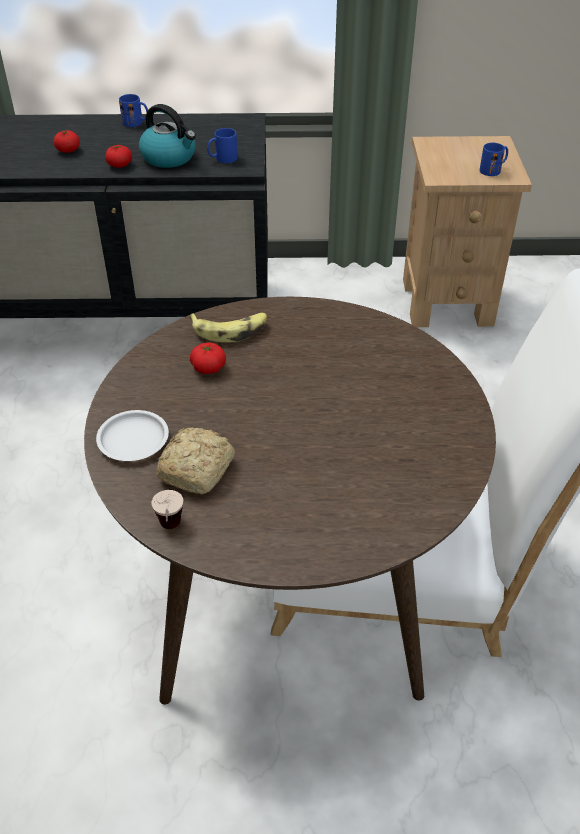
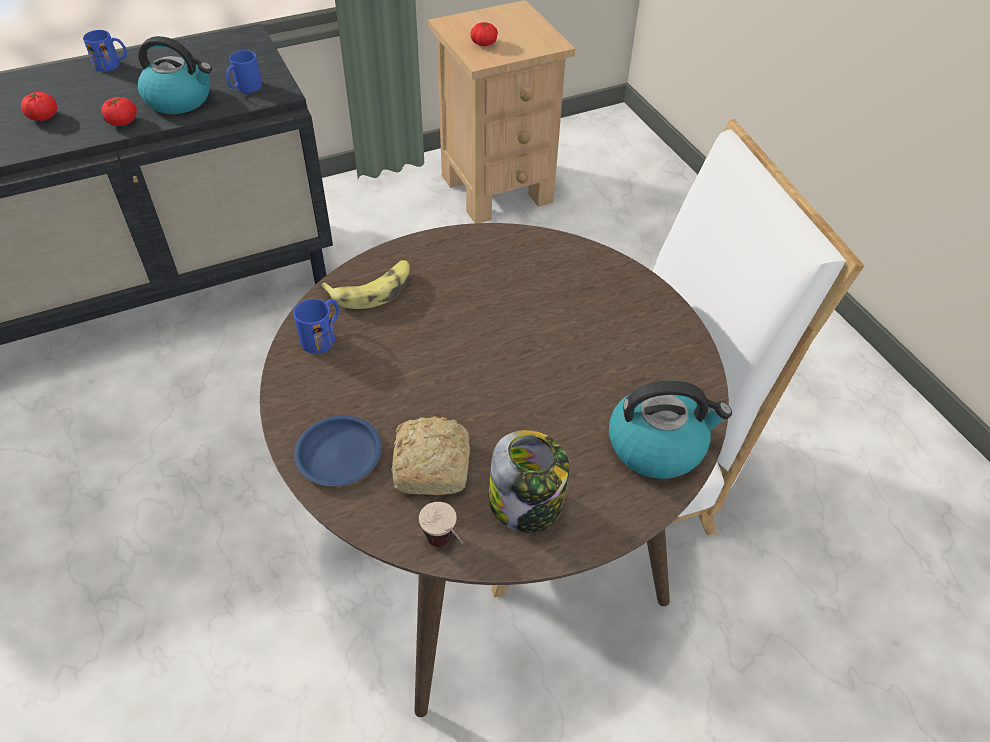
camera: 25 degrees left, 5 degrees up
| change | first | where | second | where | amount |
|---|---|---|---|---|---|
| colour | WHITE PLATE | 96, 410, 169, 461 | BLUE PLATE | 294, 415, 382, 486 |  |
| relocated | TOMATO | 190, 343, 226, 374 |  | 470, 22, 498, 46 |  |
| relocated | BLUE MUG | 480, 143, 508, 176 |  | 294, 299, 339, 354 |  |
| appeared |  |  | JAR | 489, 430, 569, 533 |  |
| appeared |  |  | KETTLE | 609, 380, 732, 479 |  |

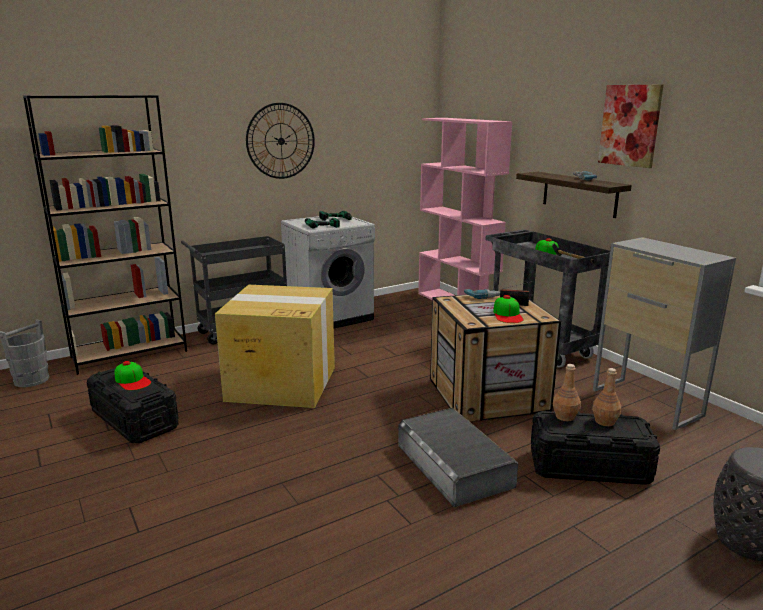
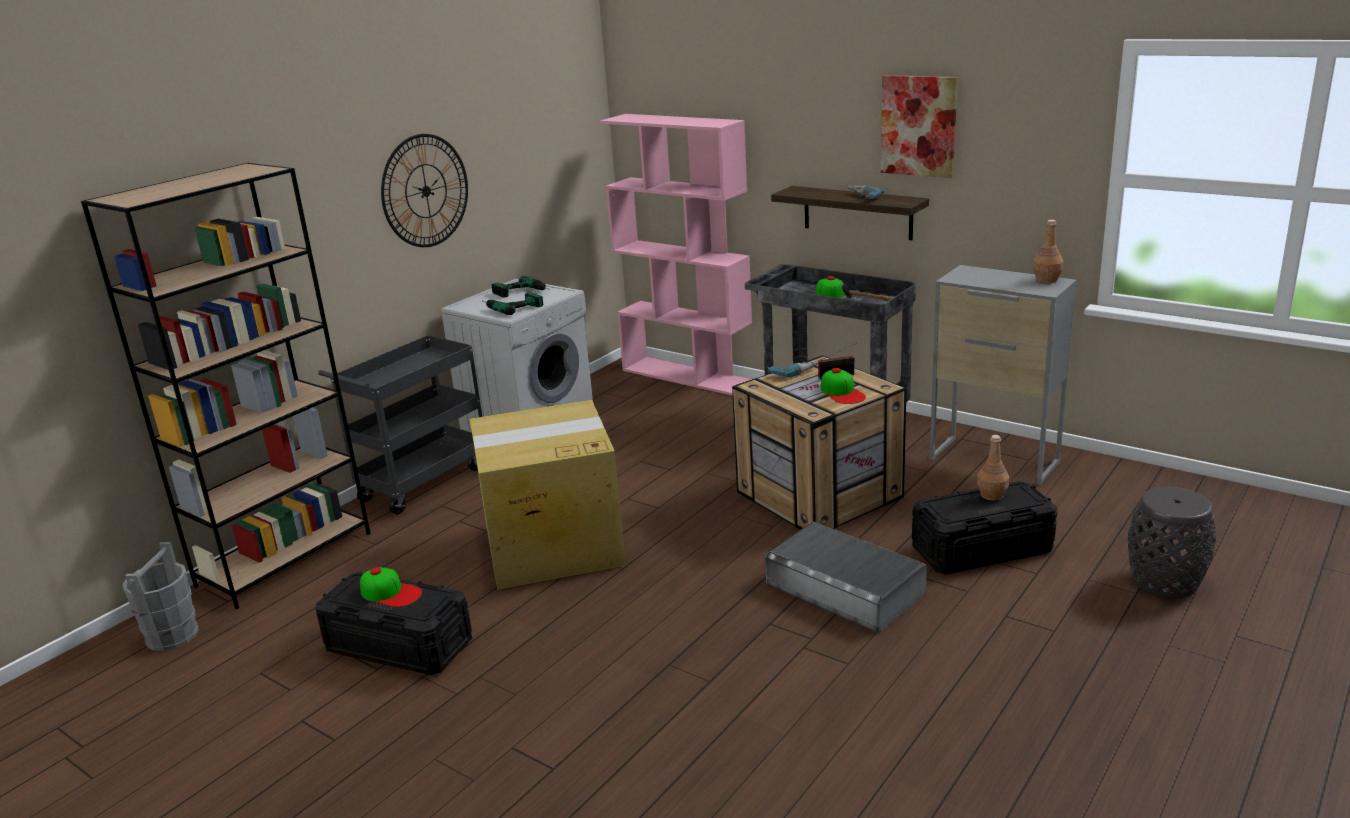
camera: 20 degrees left, 5 degrees up
| change | first | where | second | where | amount |
|---|---|---|---|---|---|
| relocated | BROWN BOTTLE | 553, 364, 581, 421 |  | 1033, 220, 1063, 283 |  |

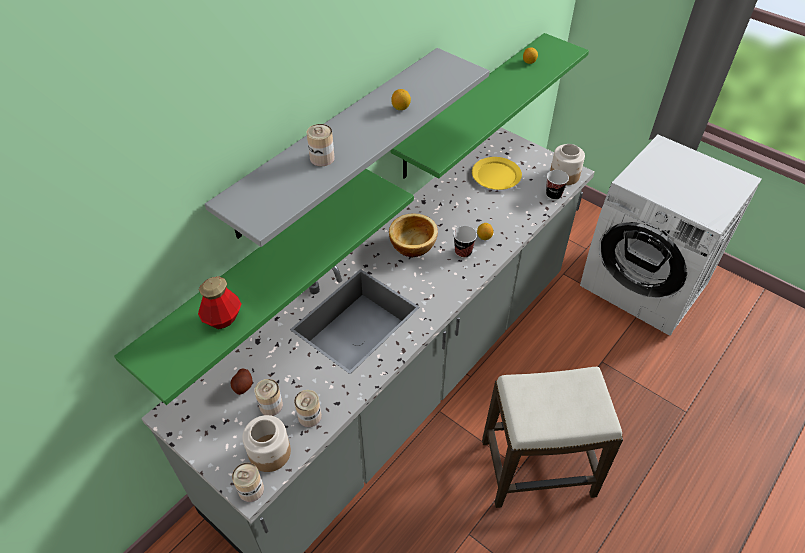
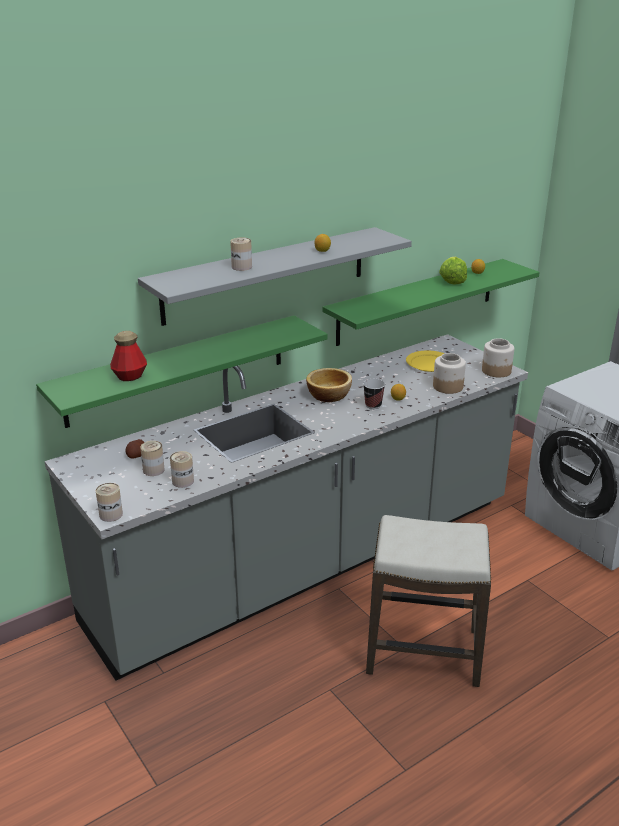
camera: 15 degrees right, 20 degrees down
| change | first | where | second | where | amount |
|---|---|---|---|---|---|
| relocated | JAR | 242, 415, 291, 472 |  | 433, 353, 466, 394 |  |
| missing | CUP | 546, 170, 569, 200 |  |  |  |
| appeared |  |  | LETTUCE | 439, 257, 467, 285 |  |

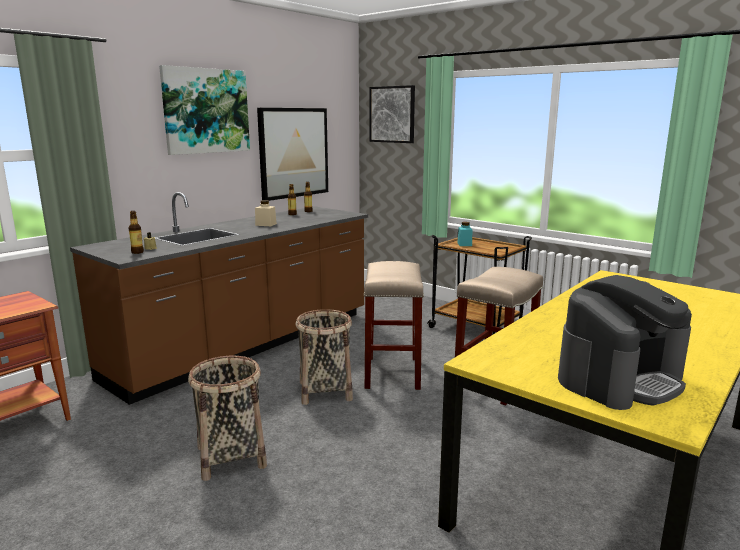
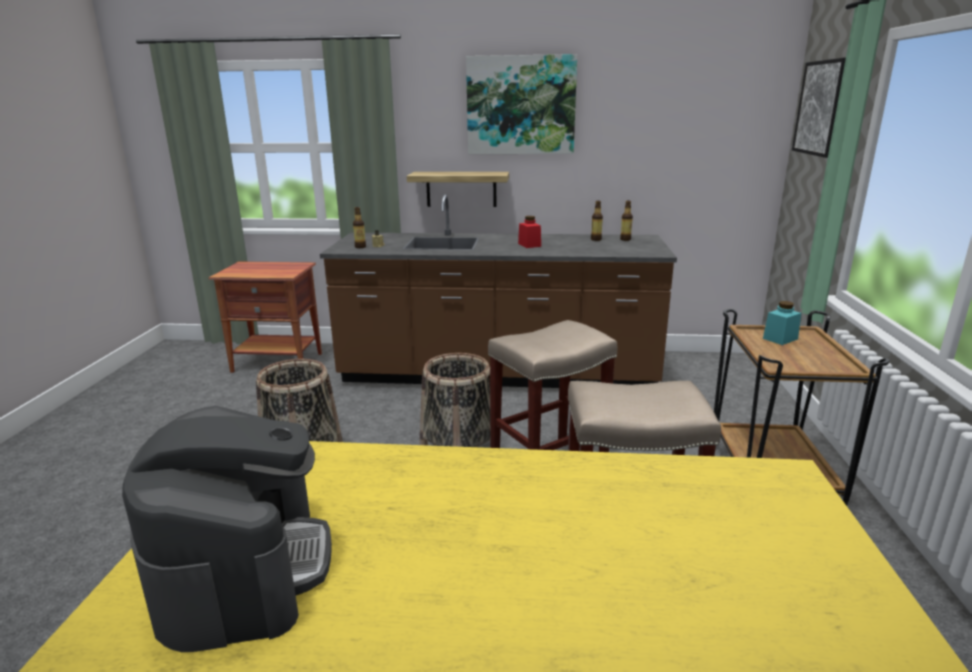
camera: 55 degrees right, 5 degrees up
| change | first | where | second | where | amount |
|---|---|---|---|---|---|
| colour | BEIGE JAR | 255, 200, 277, 226 | RED JAR | 518, 216, 541, 248 |  |
| missing | PICTURE | 257, 108, 328, 201 |  |  |  |
| spun | COFFEE MACHINE | 558, 275, 692, 410 |  | 122, 406, 332, 652 | 120 degrees counterclockwise |
| appeared |  |  | SHELF | 407, 172, 509, 207 |  |

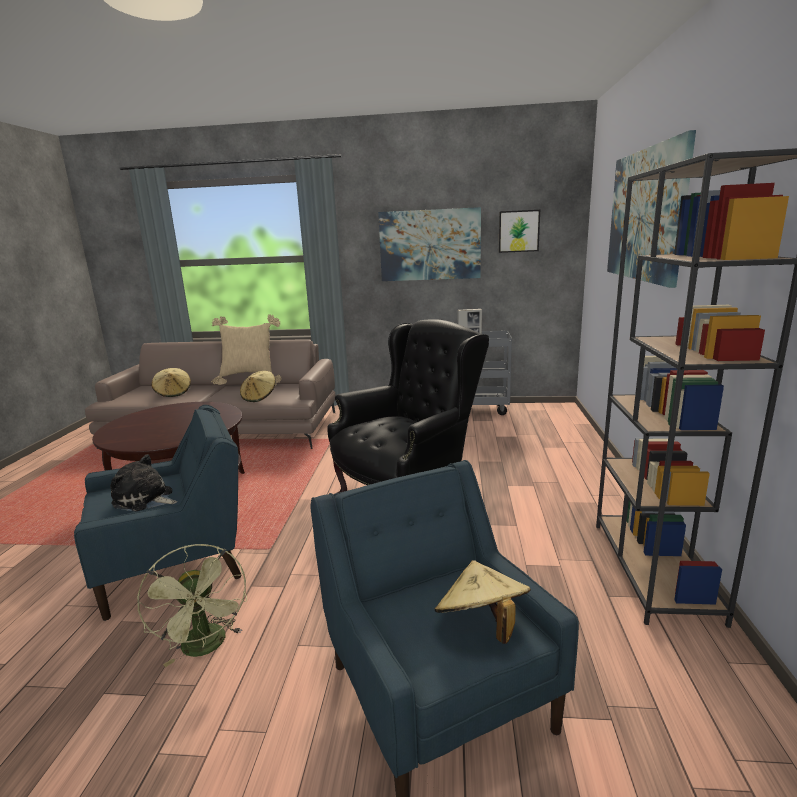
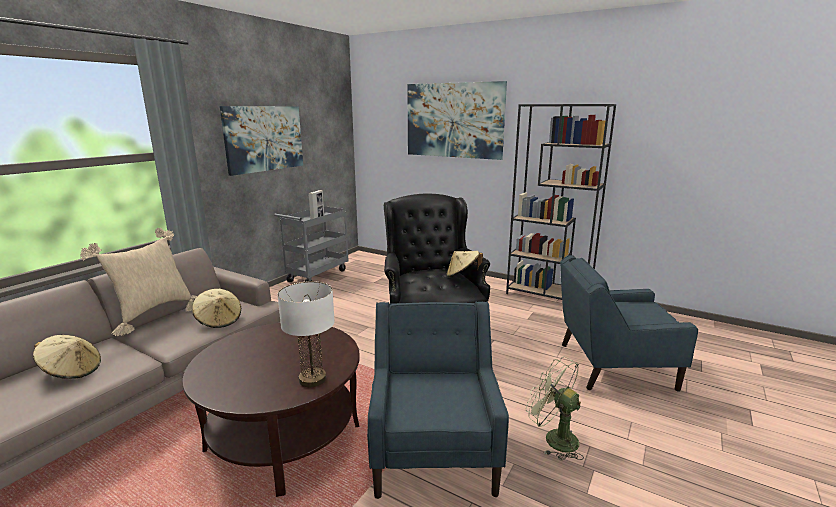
camera: 65 degrees left, 0 degrees up
| change | first | where | second | where | amount |
|---|---|---|---|---|---|
| missing | PLUSH TOY | 110, 454, 177, 511 |  |  |  |
| spun | GREEN FAN | 137, 544, 247, 667 |  | 526, 356, 584, 460 | 135 degrees counterclockwise |
| relocated | BEIGE HAT | 435, 560, 531, 644 |  | 447, 251, 483, 277 |  |
| missing | PICTURE | 499, 210, 540, 253 |  |  |  |
| appeared |  |  | TABLE LAMP | 278, 281, 335, 387 |  |

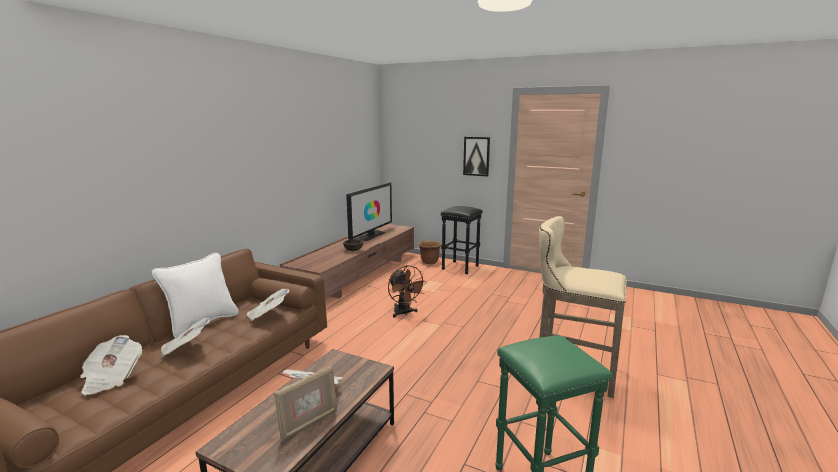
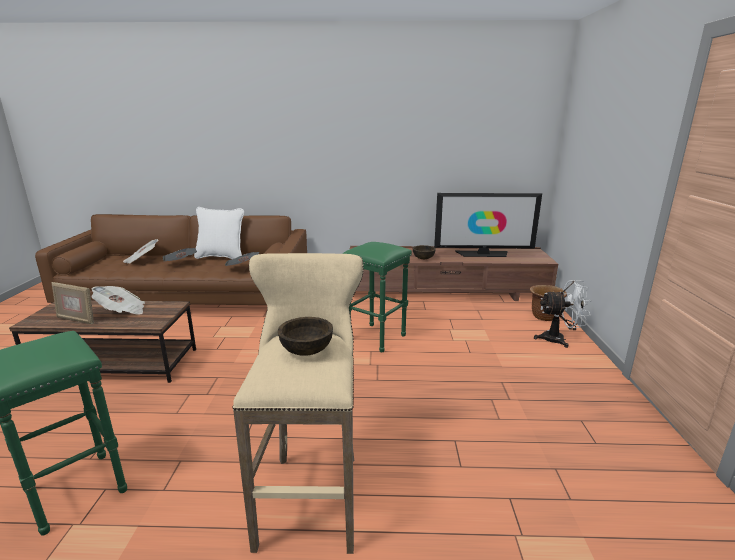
camera: 65 degrees right, 5 degrees up
| change | first | where | second | where | amount |
|---|---|---|---|---|---|
| exchanged | BROWN FAN | 388, 265, 427, 318 | GREEN STOOL | 342, 242, 412, 352 |  |
| exchanged | BLACK STOOL | 441, 206, 483, 274 | WHITE FAN | 534, 280, 591, 348 |  |
| missing | PICTURE | 463, 137, 490, 177 |  |  |  |
| appeared |  |  | BROWN BOWL | 278, 317, 333, 356 |  |

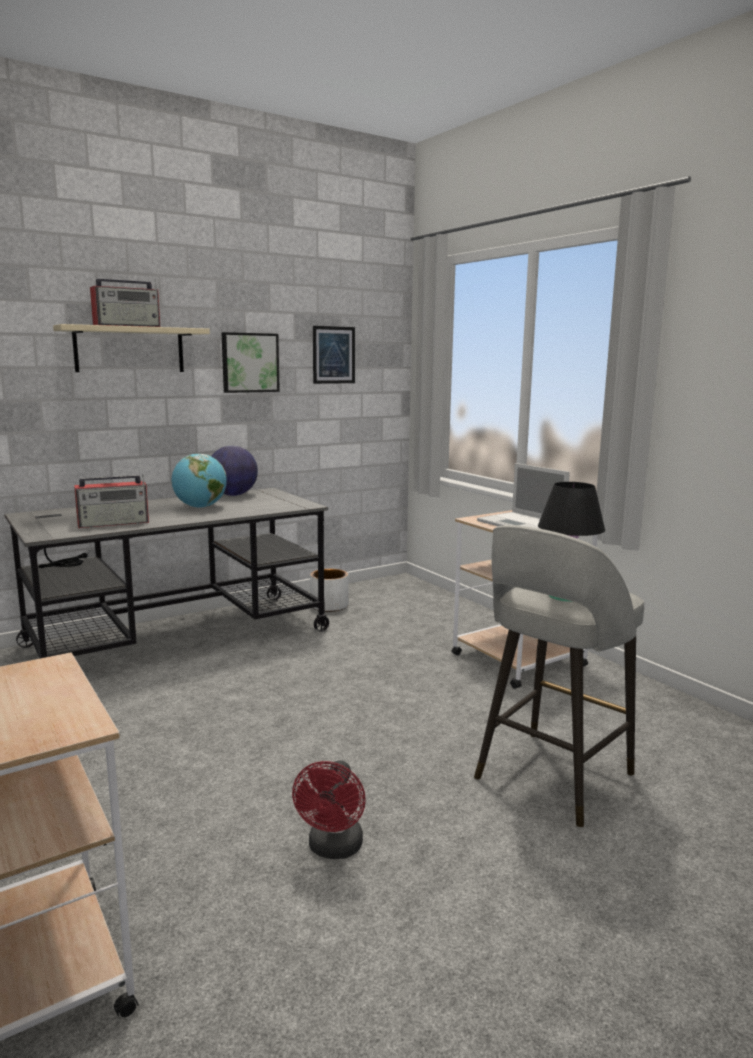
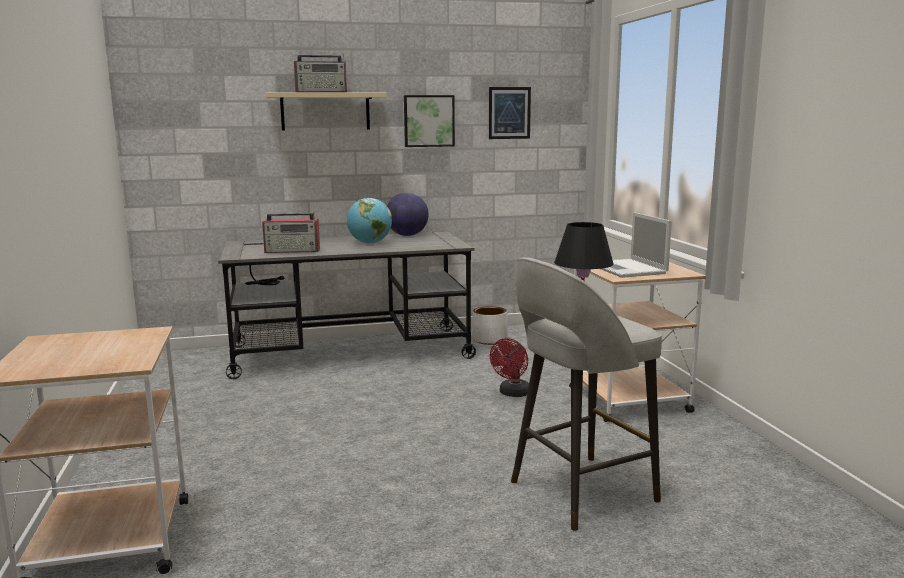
camera: 20 degrees right, 0 degrees up
| change | first | where | second | where | amount |
|---|---|---|---|---|---|
| relocated | RED FAN | 292, 760, 366, 859 |  | 490, 338, 529, 397 |  |

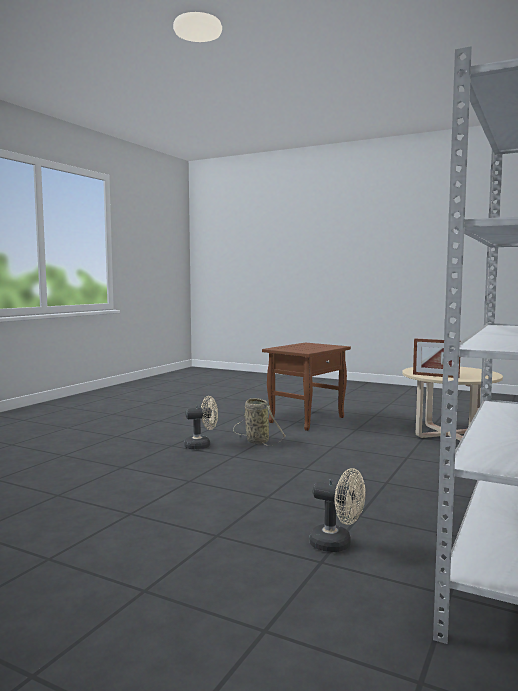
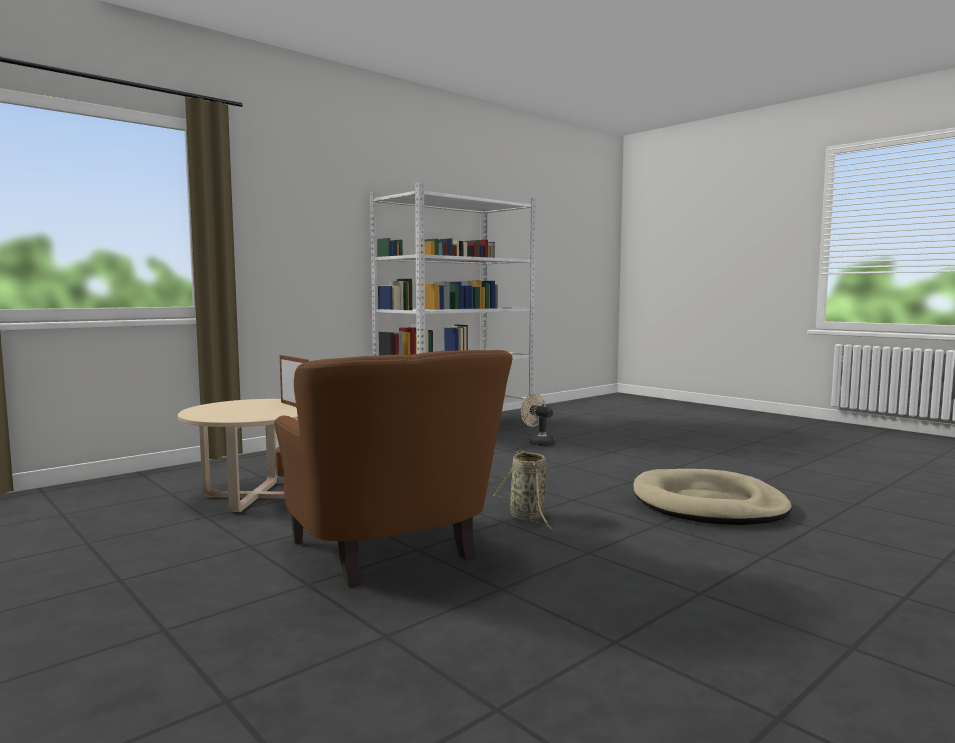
camera: 160 degrees left, 0 degrees up
| change | first | where | second | where | amount |
|---|---|---|---|---|---|
| missing | BEIGE FAN | 184, 396, 218, 449 |  |  |  |
| exchanged | BROWN SIDE TABLE | 262, 342, 351, 431 | BROWN ARMCHAIR | 274, 350, 513, 587 |  |
| appeared |  |  | BEIGE DOG BED | 633, 469, 792, 525 |  |

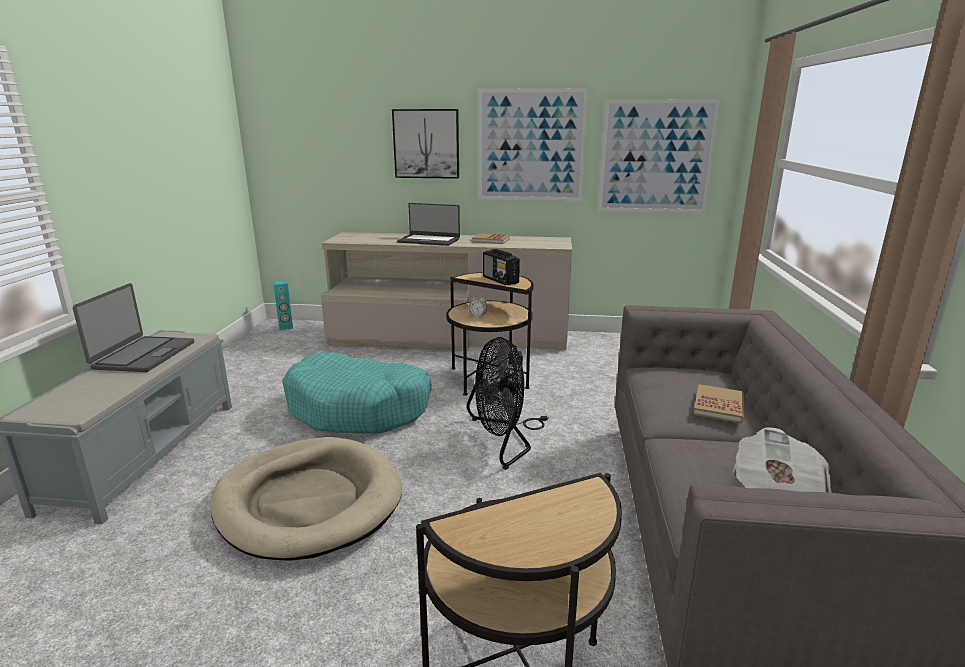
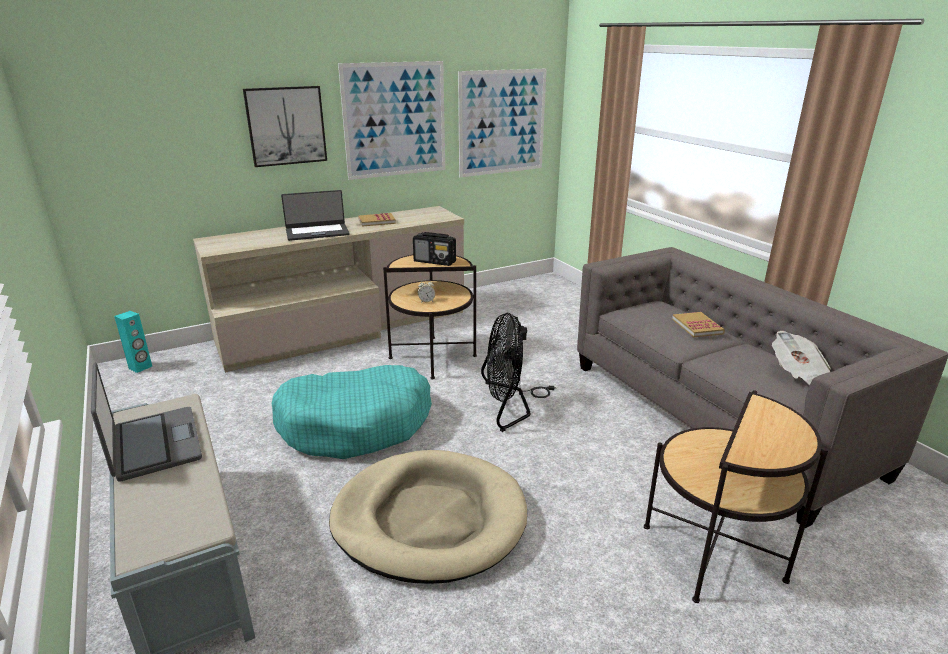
camera: 35 degrees left, 5 degrees up
| change | first | where | second | where | amount |
|---|---|---|---|---|---|
| spun | BLACK FAN | 467, 337, 548, 470 |  | 481, 313, 555, 432 | 45 degrees clockwise |

